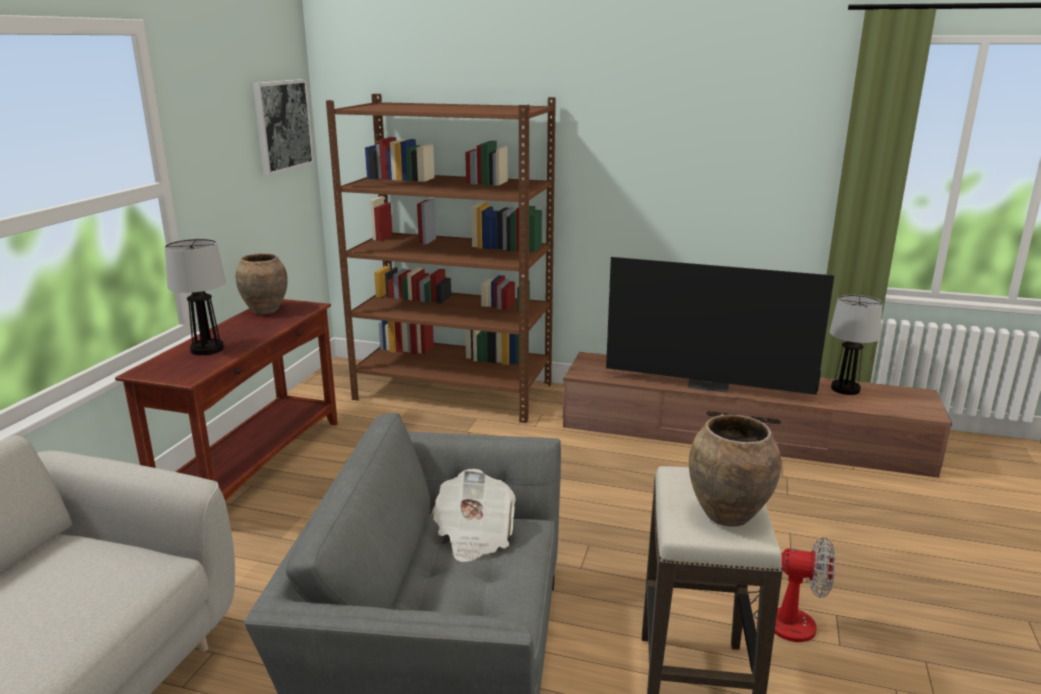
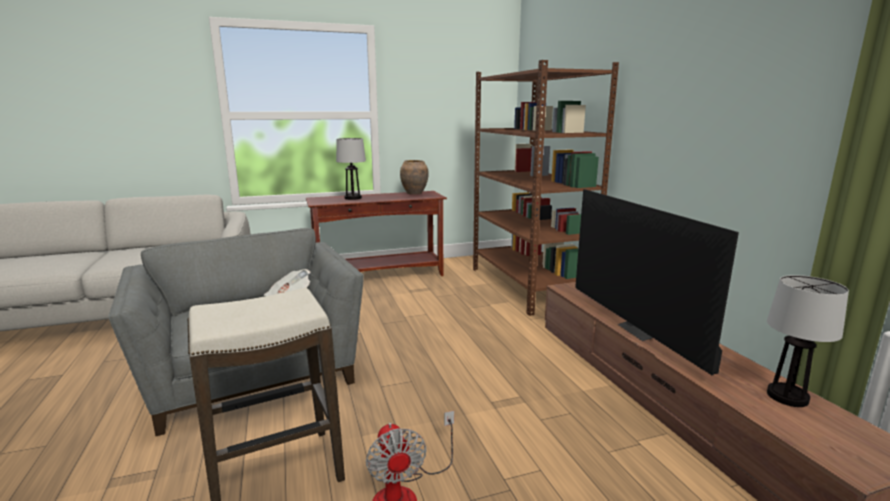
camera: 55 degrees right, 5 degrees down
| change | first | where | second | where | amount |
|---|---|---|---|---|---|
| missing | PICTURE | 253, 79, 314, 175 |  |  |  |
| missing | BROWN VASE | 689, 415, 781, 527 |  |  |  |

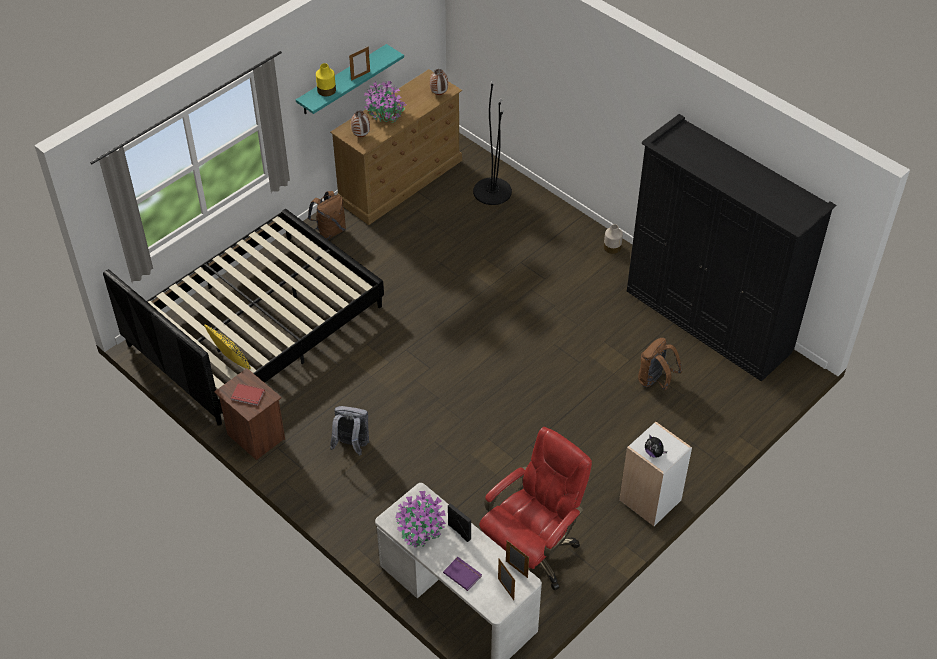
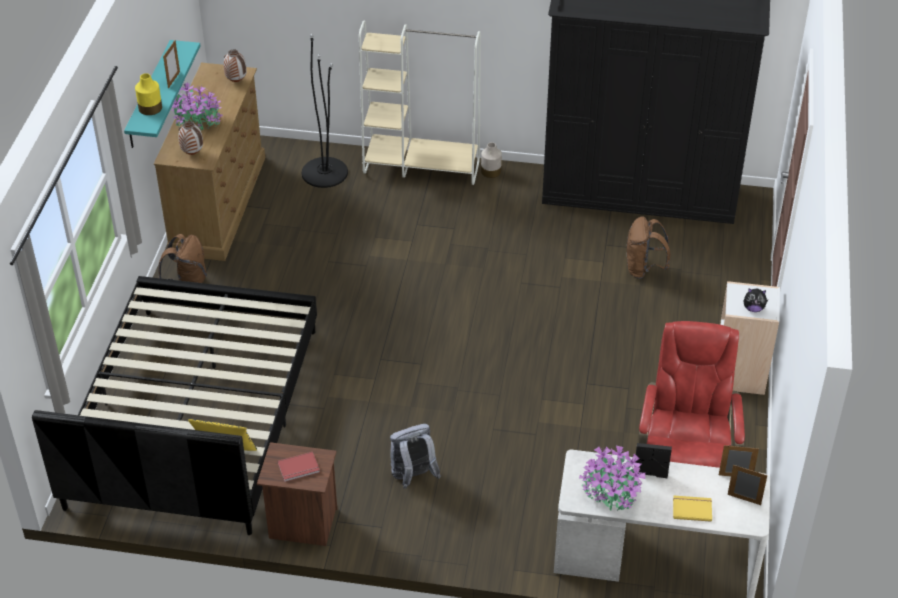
camera: 35 degrees left, 5 degrees down
| change | first | where | second | where | amount |
|---|---|---|---|---|---|
| colour | PURPLE BOOK | 443, 557, 482, 591 | YELLOW BOOK | 673, 496, 712, 522 |  |
| appeared |  |  | BEIGE CLOTHES RACK | 359, 21, 481, 185 |  |

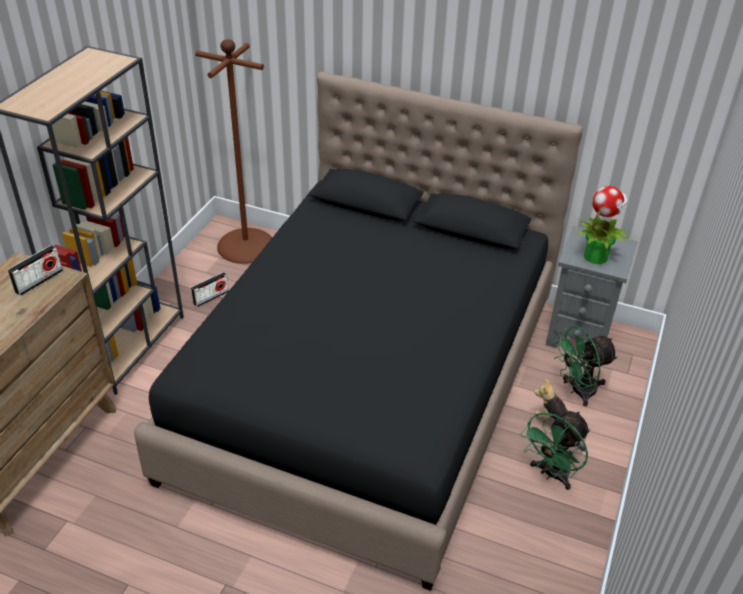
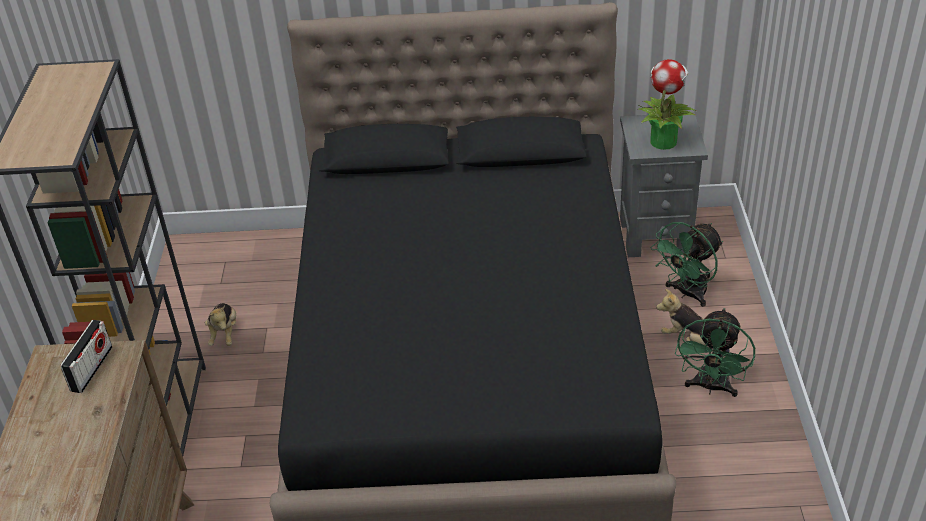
camera: 20 degrees left, 0 degrees up
| change | first | where | second | where | amount |
|---|---|---|---|---|---|
| exchanged | RADIO | 191, 272, 229, 307 | PLUSH TOY | 205, 303, 236, 346 |  |
| missing | BROWN CLOTHES RACK | 195, 39, 272, 264 |  |  |  |

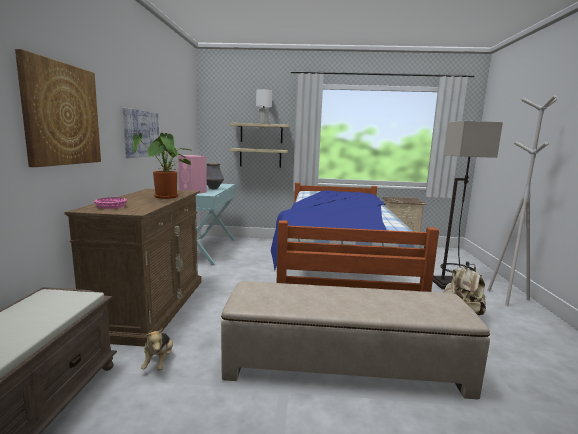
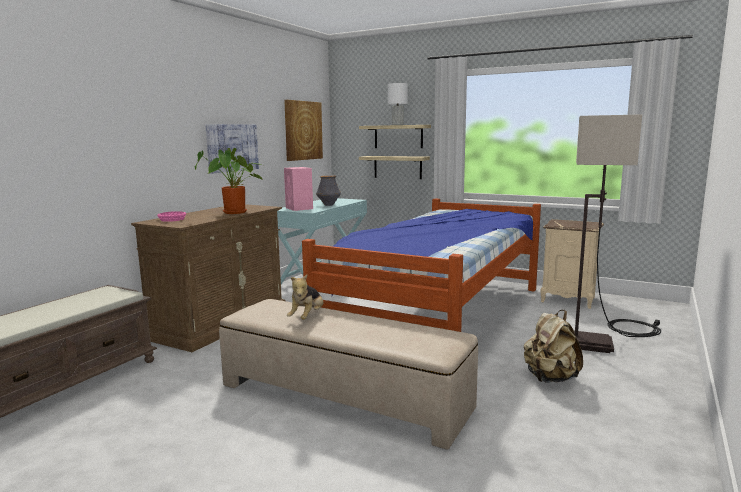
camera: 25 degrees right, 0 degrees up
| change | first | where | second | where | amount |
|---|---|---|---|---|---|
| relocated | PICTURE | 15, 49, 101, 167 |  | 284, 100, 323, 161 |  |
| relocated | PLUSH TOY | 141, 328, 173, 371 |  | 287, 274, 323, 320 |  |
| missing | GREY CLOTHES RACK | 487, 95, 557, 306 |  |  |  |

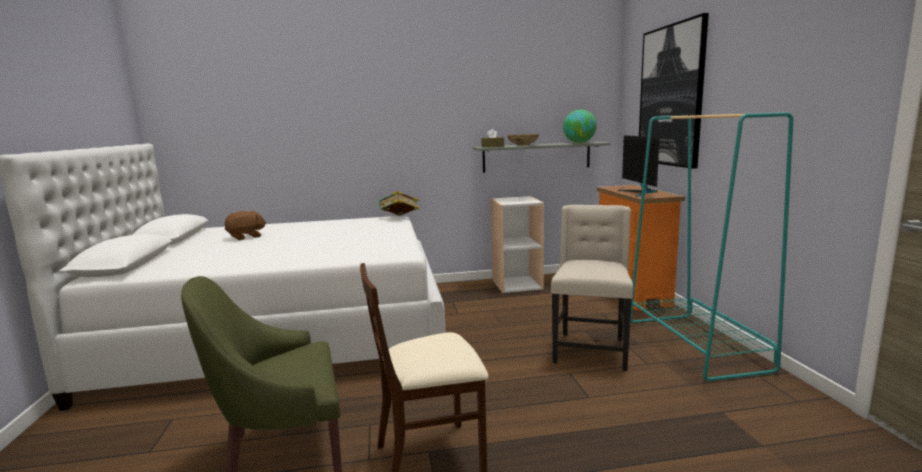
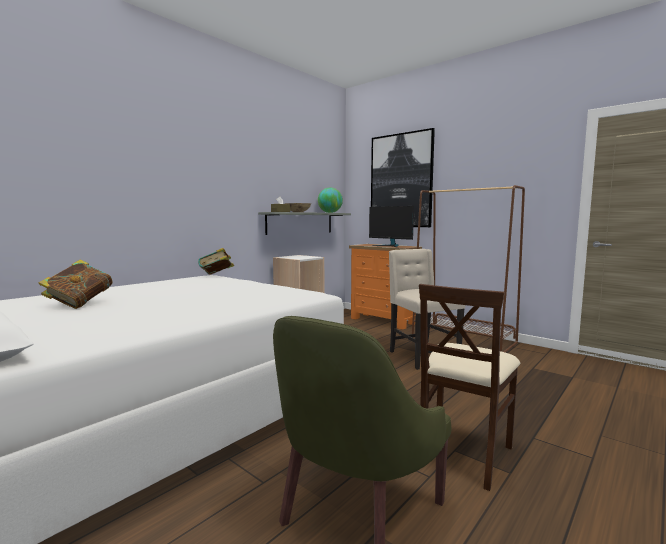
camera: 40 degrees left, 5 degrees down
| change | first | where | second | where | amount |
|---|---|---|---|---|---|
| exchanged | BROWN PLUSH TOY | 225, 211, 266, 240 | BOOK | 39, 259, 113, 309 |  |
| colour | TURQUOISE CLOTHES RACK | 630, 112, 793, 381 | BROWN CLOTHES RACK | 412, 185, 525, 353 |  |

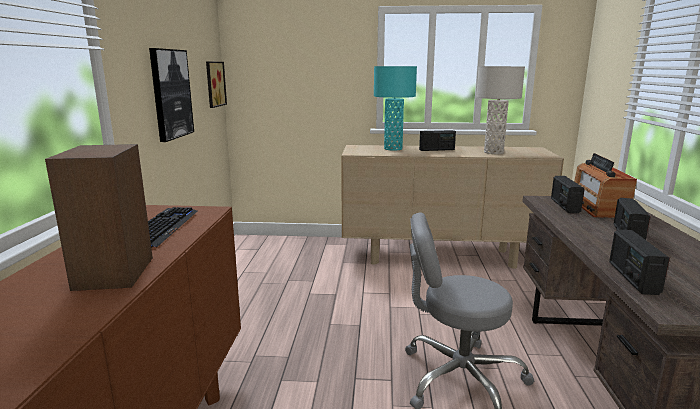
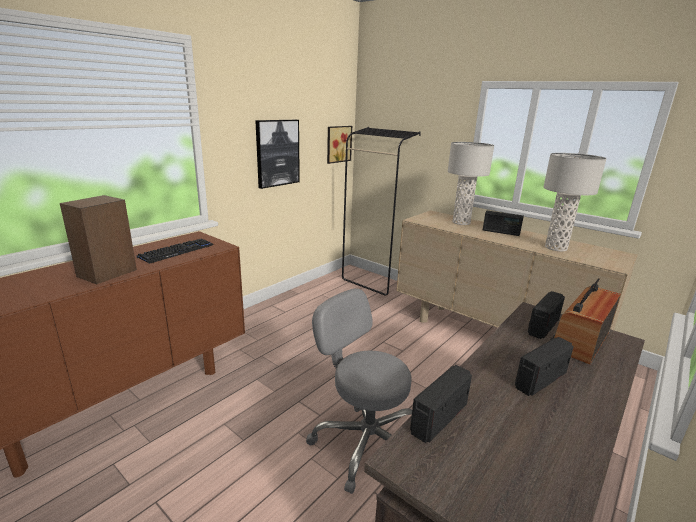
camera: 35 degrees right, 5 degrees up
| change | first | where | second | where | amount |
|---|---|---|---|---|---|
| colour | TURQUOISE TABLE LAMP | 374, 66, 417, 151 | WHITE TABLE LAMP | 448, 142, 494, 225 |  |
| appeared |  |  | BLACK CLOTHES RACK | 342, 127, 421, 296 |  |

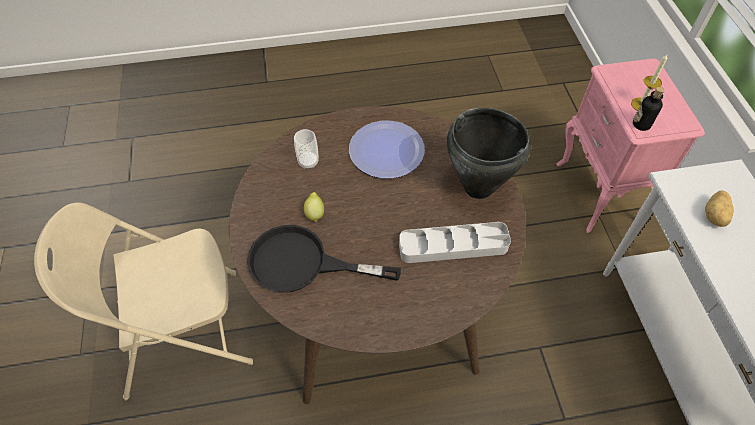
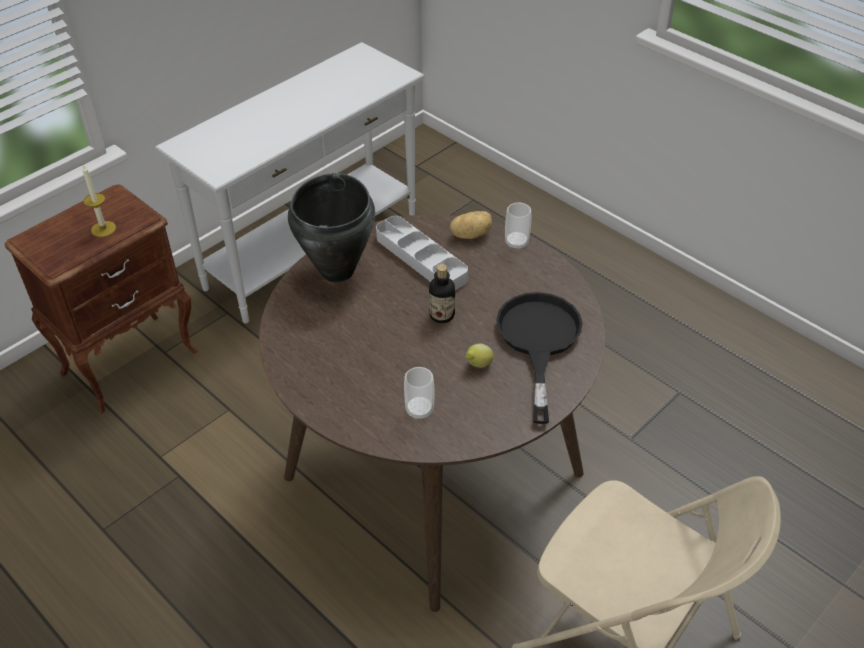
camera: 125 degrees left, 10 degrees down
| change | first | where | second | where | amount |
|---|---|---|---|---|---|
| spun | BLACK FRYING PAN | 247, 225, 401, 292 |  | 496, 292, 583, 424 | 150 degrees counterclockwise |
| missing | PLATE | 349, 121, 425, 179 |  |  |  |
| colour | PINK NIGHTSTAND | 556, 58, 705, 233 | BROWN NIGHTSTAND | 5, 184, 199, 415 |  |
| relocated | BOTTLE | 633, 87, 664, 131 |  | 429, 264, 455, 323 |  |
| relocated | POTATO | 705, 190, 734, 227 |  | 450, 211, 493, 239 |  |
| appeared |  |  | CUP | 505, 203, 531, 250 |  |

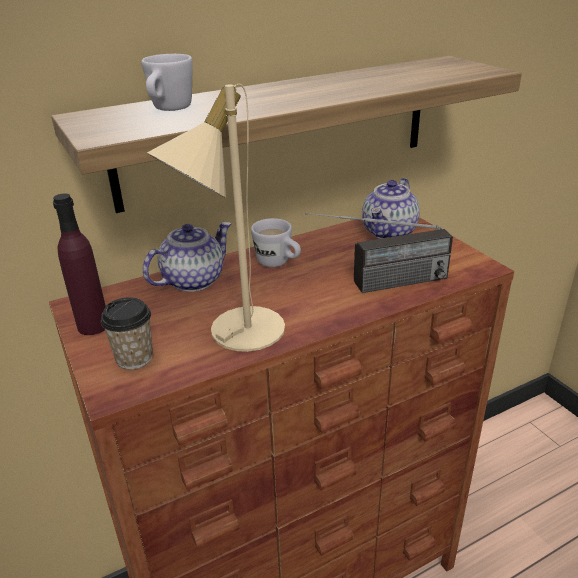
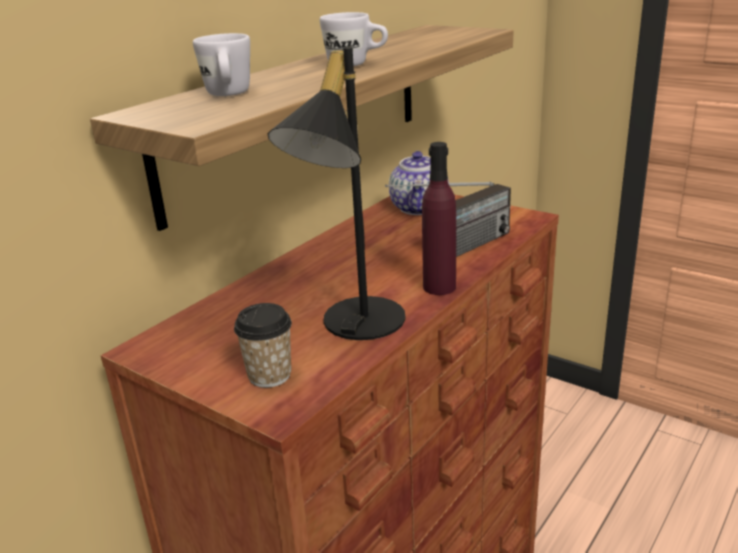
camera: 25 degrees left, 5 degrees down
| change | first | where | second | where | amount |
|---|---|---|---|---|---|
| relocated | PURPLE BOTTLE | 53, 194, 106, 335 |  | 422, 142, 456, 295 |  |
| missing | TEAPOT | 143, 222, 231, 292 |  |  |  |
| colour | BEIGE TABLE LAMP | 147, 84, 285, 352 | BLACK TABLE LAMP | 268, 47, 406, 340 |  |
| relocated | WHITE MUG | 251, 218, 301, 267 |  | 320, 12, 388, 66 |  |

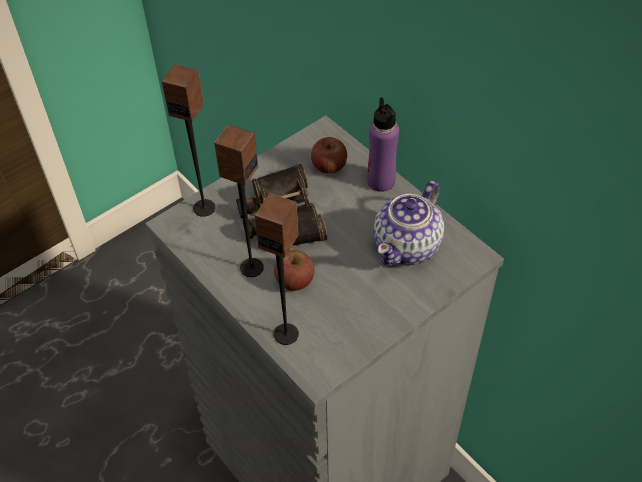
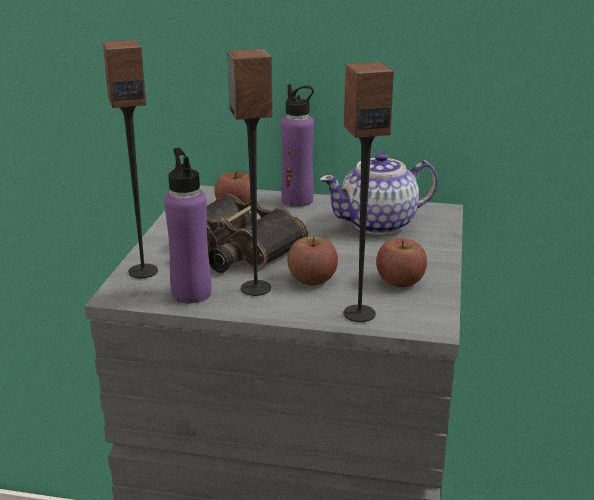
camera: 40 degrees left, 25 degrees down
| change | first | where | second | where | amount |
|---|---|---|---|---|---|
| spun | TEAPOT | 374, 181, 444, 266 |  | 320, 152, 438, 235 | 75 degrees clockwise |
| appeared |  |  | PURPLE BOTTLE | 164, 148, 211, 303 |  |
| appeared |  |  | APPLE | 376, 238, 427, 287 |  |

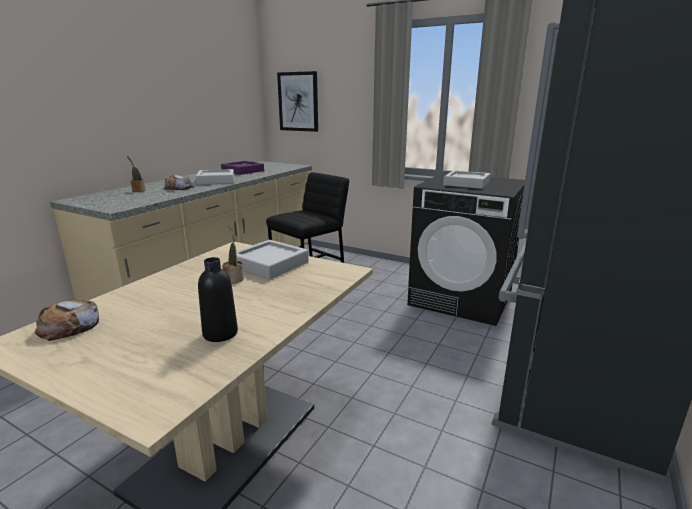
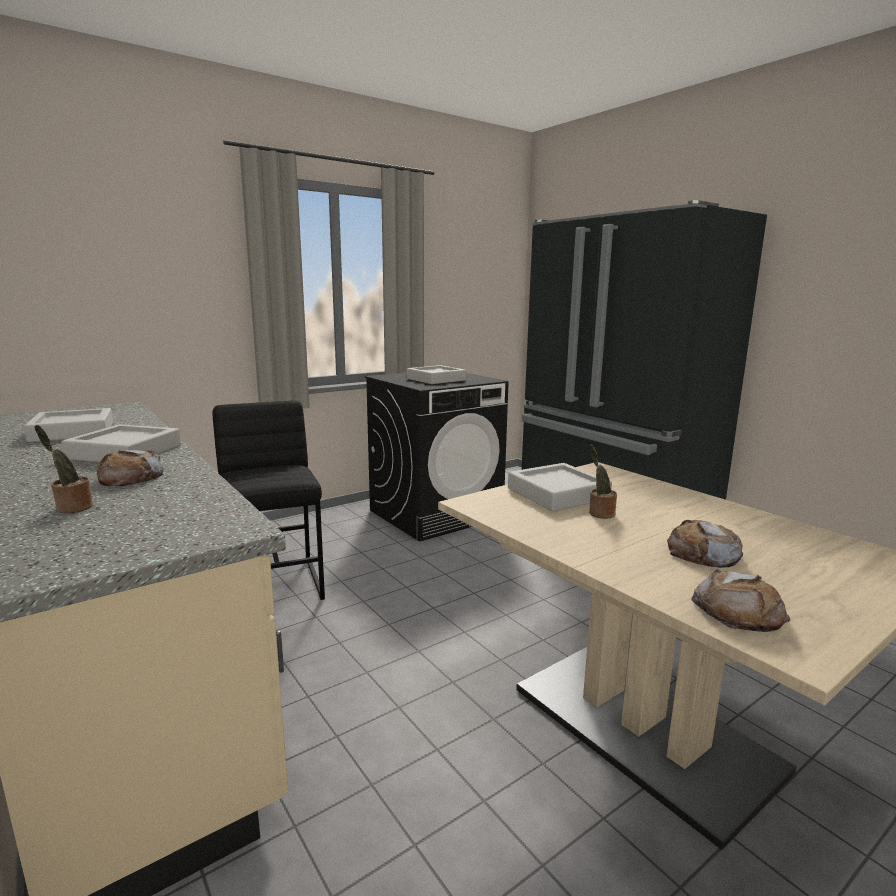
camera: 65 degrees left, 5 degrees down
| change | first | where | second | where | amount |
|---|---|---|---|---|---|
| missing | BLACK BOTTLE | 198, 257, 238, 342 |  |  |  |
| colour | PURPLE TRAY | 221, 161, 264, 175 | GREY TRAY | 24, 408, 113, 442 |  |
| missing | PICTURE | 277, 71, 318, 132 |  |  |  |
| appeared |  |  | BREAD | 667, 520, 743, 568 |  |

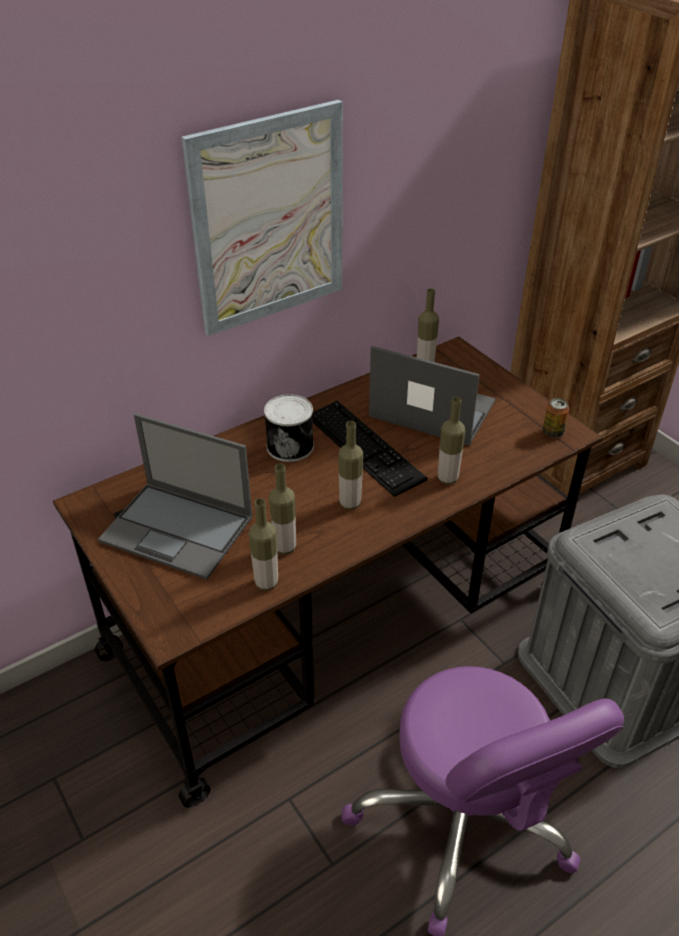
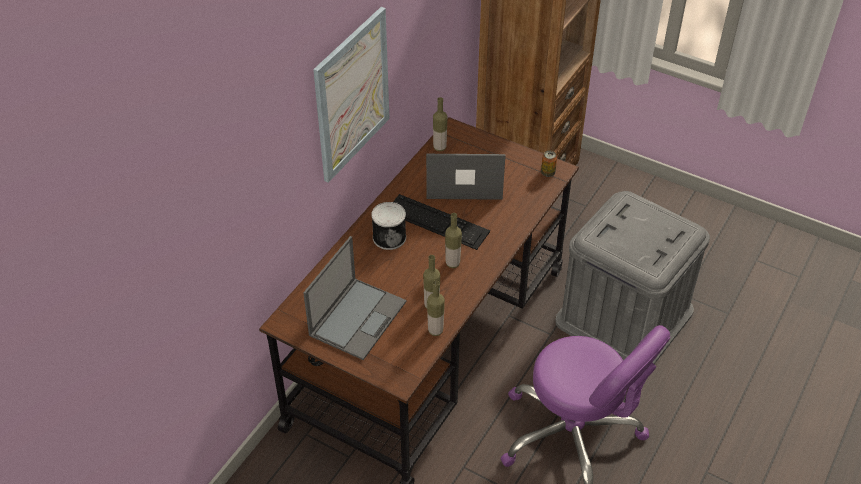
camera: 25 degrees left, 5 degrees up
| change | first | where | second | where | amount |
|---|---|---|---|---|---|
| spun | LAPTOP | 98, 413, 253, 580 |  | 303, 236, 406, 360 | 60 degrees counterclockwise |
| missing | BOTTLE | 438, 397, 465, 484 |  |  |  |

